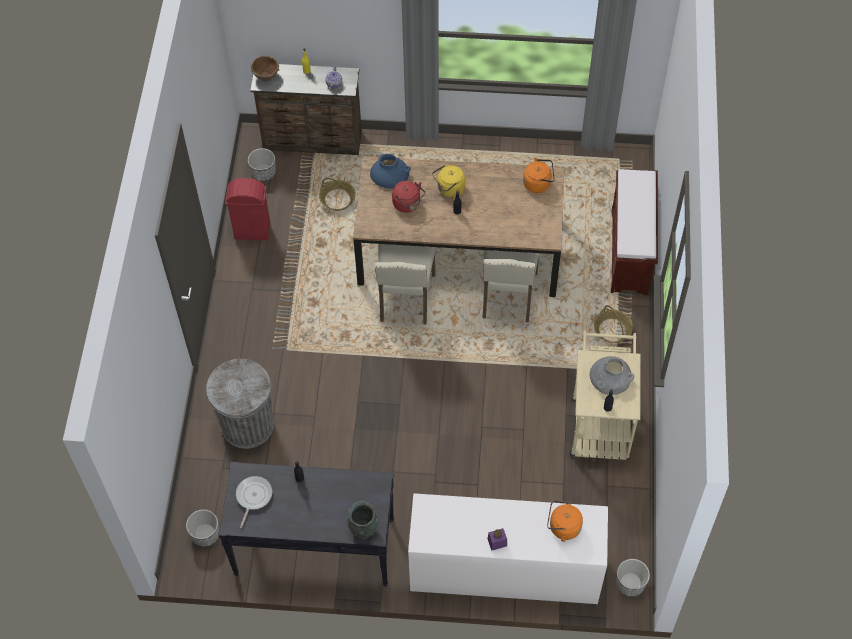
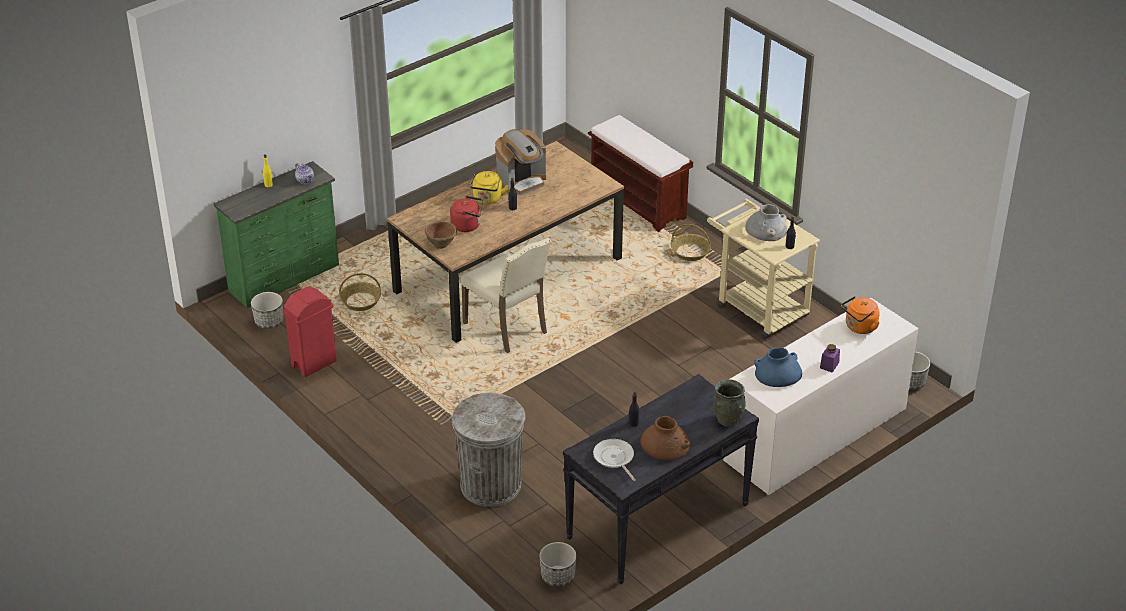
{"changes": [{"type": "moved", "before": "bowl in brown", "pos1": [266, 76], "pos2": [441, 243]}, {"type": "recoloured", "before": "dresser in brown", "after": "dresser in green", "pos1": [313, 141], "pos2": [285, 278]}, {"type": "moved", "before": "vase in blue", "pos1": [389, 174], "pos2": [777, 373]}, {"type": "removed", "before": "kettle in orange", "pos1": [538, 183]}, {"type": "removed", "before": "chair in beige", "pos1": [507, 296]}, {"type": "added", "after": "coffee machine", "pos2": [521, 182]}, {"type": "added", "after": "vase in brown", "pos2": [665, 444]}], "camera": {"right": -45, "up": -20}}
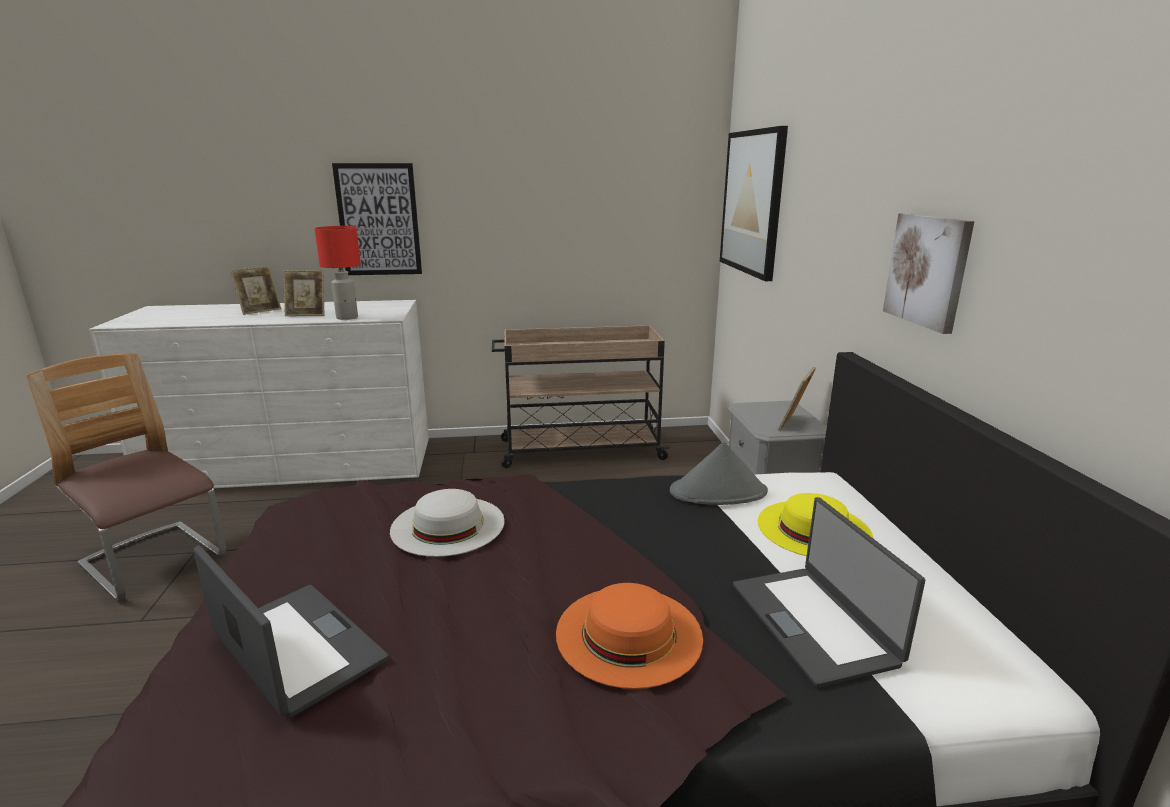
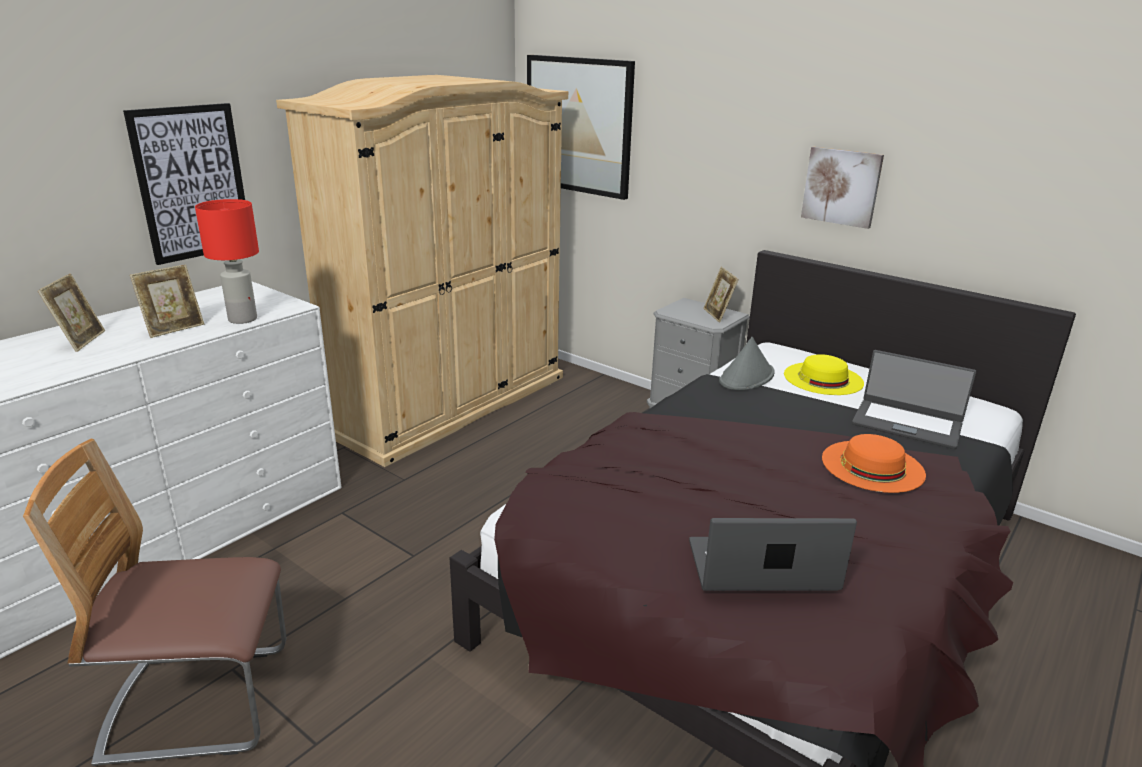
{"changes": [{"type": "replaced", "before": "cart in beige", "after": "wardrobe in beige", "pos1": [579, 450], "pos2": [450, 403]}, {"type": "removed", "before": "hat in white", "pos1": [448, 525]}], "camera": {"right": -45, "up": 5}}
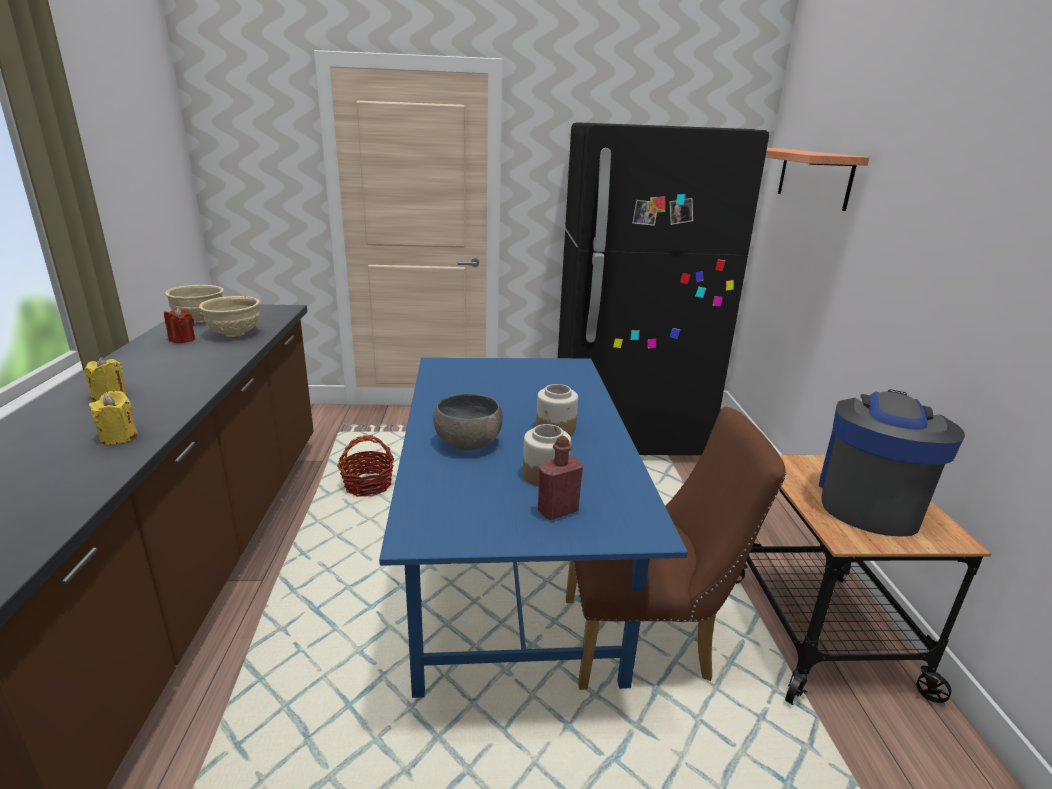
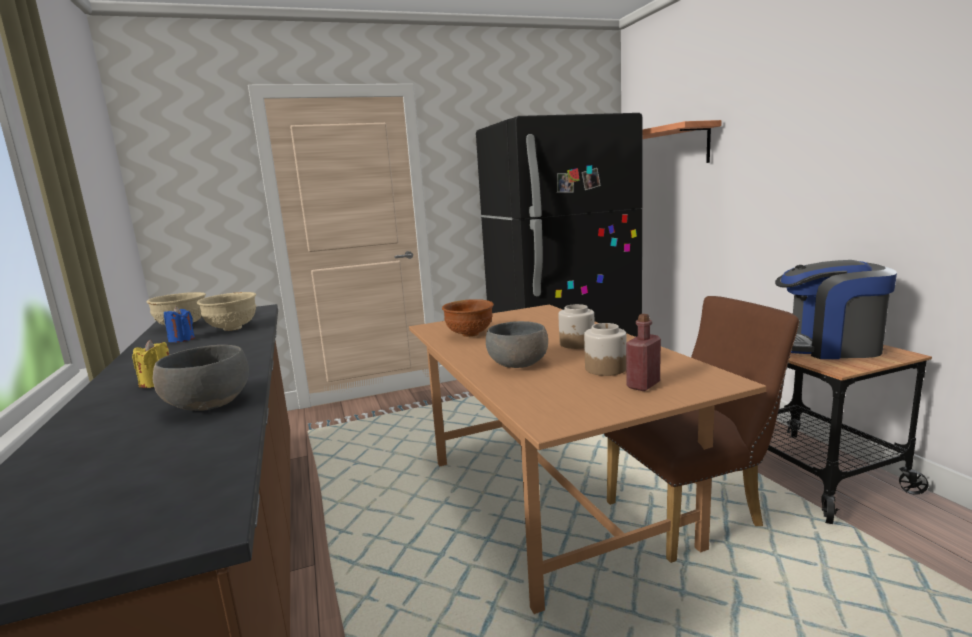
{"changes": [{"type": "recoloured", "before": "candle in red", "after": "candle in blue", "pos1": [182, 339], "pos2": [182, 339]}, {"type": "recoloured", "before": "dining table in blue", "after": "dining table in brown", "pos1": [514, 582], "pos2": [554, 501]}, {"type": "turned", "before": "coffee machine", "pos1": [869, 501], "pos2": [827, 347], "turn": -90}, {"type": "replaced", "before": "candle in yellow", "after": "bowl in grey", "pos1": [119, 437], "pos2": [208, 404]}, {"type": "removed", "before": "basket", "pos1": [368, 485]}, {"type": "added", "after": "bowl in brown", "pos2": [469, 334]}], "camera": {"right": -15, "up": -10}}
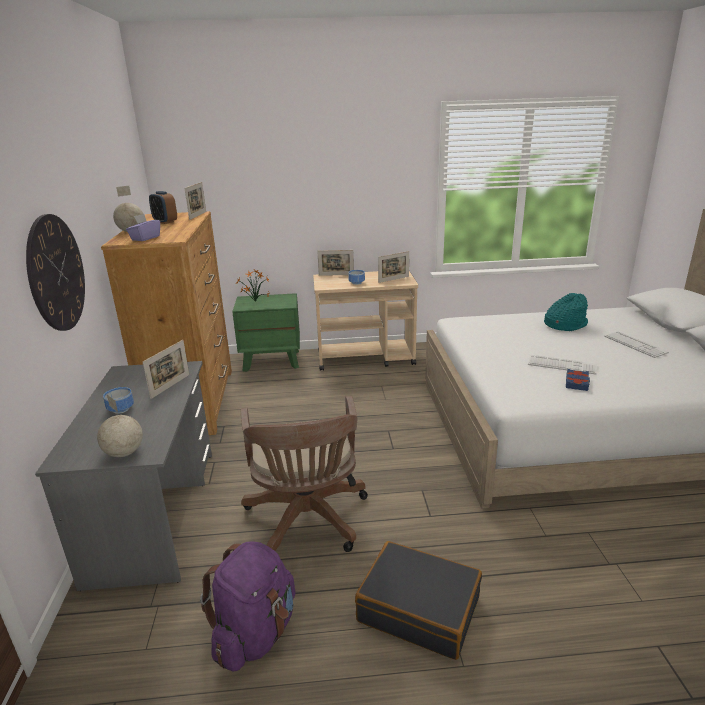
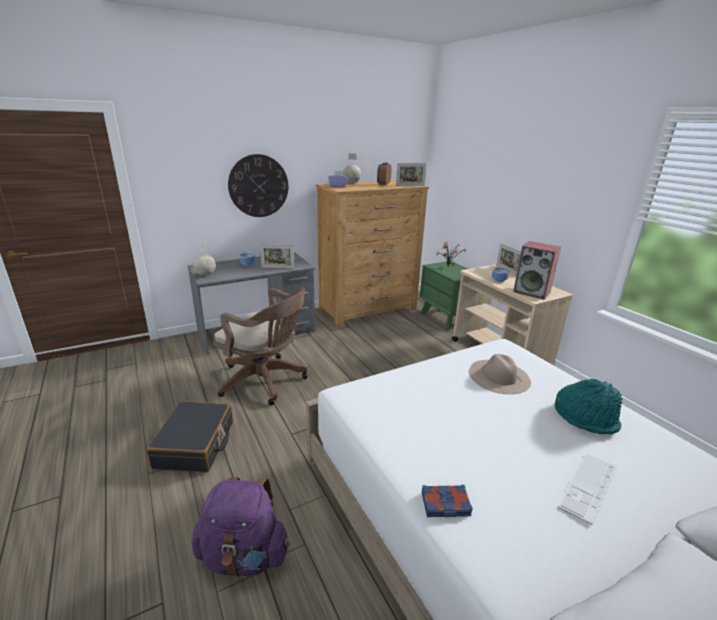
{"changes": [{"type": "replaced", "before": "picture frame", "after": "speaker", "pos1": [393, 279], "pos2": [532, 292]}, {"type": "removed", "before": "keyboard", "pos1": [561, 365]}, {"type": "moved", "before": "book in blue", "pos1": [577, 383], "pos2": [445, 505]}, {"type": "turned", "before": "office chair in brown", "pos1": [307, 522], "pos2": [266, 381], "turn": -120}, {"type": "moved", "before": "backpack in purple", "pos1": [256, 633], "pos2": [244, 556]}, {"type": "added", "after": "hat in beige", "pos2": [498, 376]}], "camera": {"right": 65, "up": 0}}
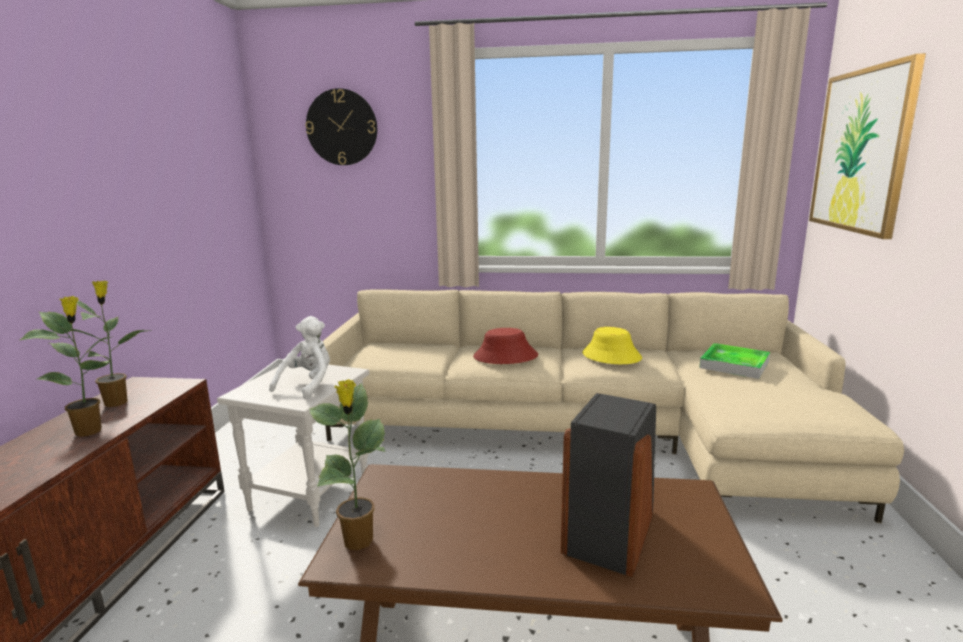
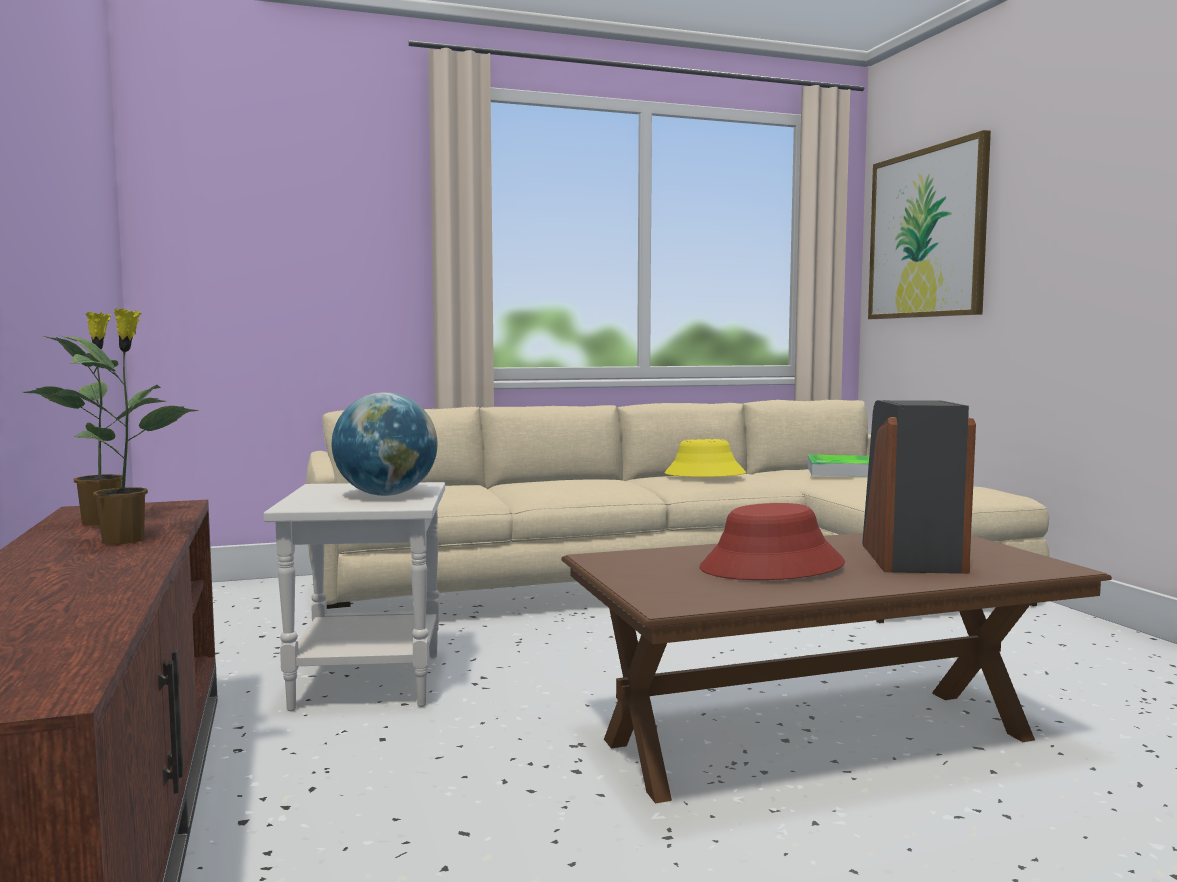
{"changes": [{"type": "removed", "before": "wall clock", "pos1": [342, 127]}, {"type": "replaced", "before": "plush toy in white", "after": "globe", "pos1": [308, 385], "pos2": [386, 495]}, {"type": "moved", "before": "hat in red", "pos1": [505, 356], "pos2": [772, 567]}, {"type": "removed", "before": "potted plant", "pos1": [358, 542]}], "camera": {"right": -25, "up": -10}}
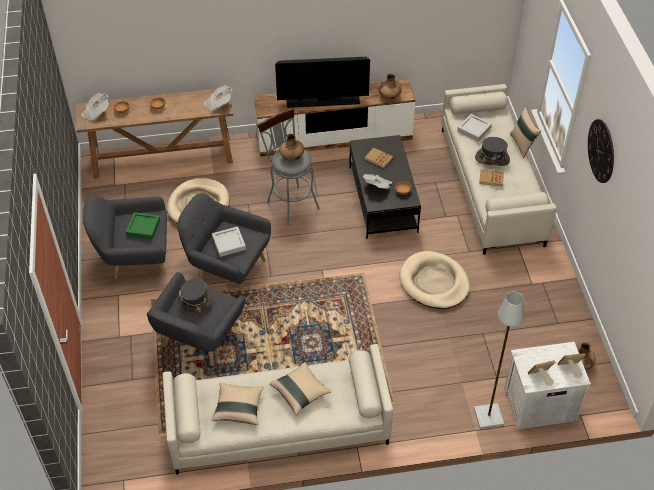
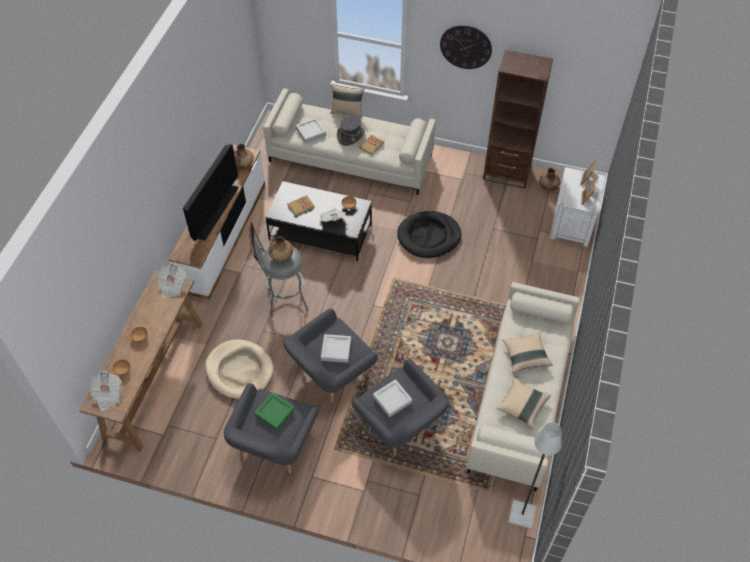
{"changes": [{"type": "recoloured", "before": "dog bed in beige", "after": "dog bed in black", "pos1": [434, 283], "pos2": [429, 236]}, {"type": "replaced", "before": "hat in grey", "after": "tray in grey", "pos1": [196, 303], "pos2": [392, 399]}, {"type": "moved", "before": "floor lamp in grey", "pos1": [488, 417], "pos2": [522, 515]}, {"type": "added", "after": "bookcase in brown", "pos2": [506, 173]}], "camera": {"right": -65, "up": 5}}
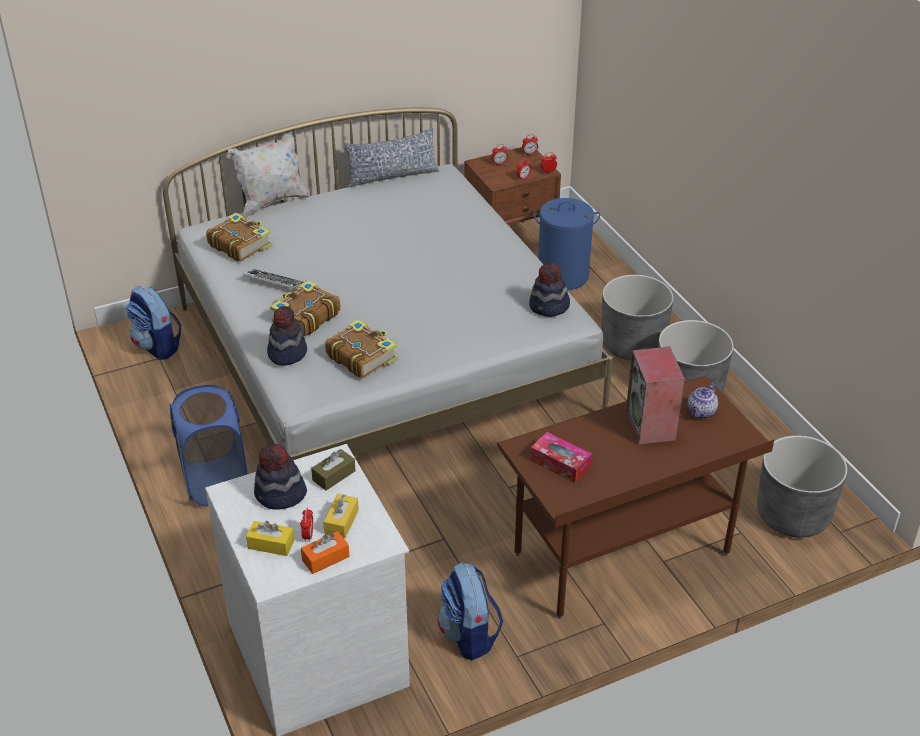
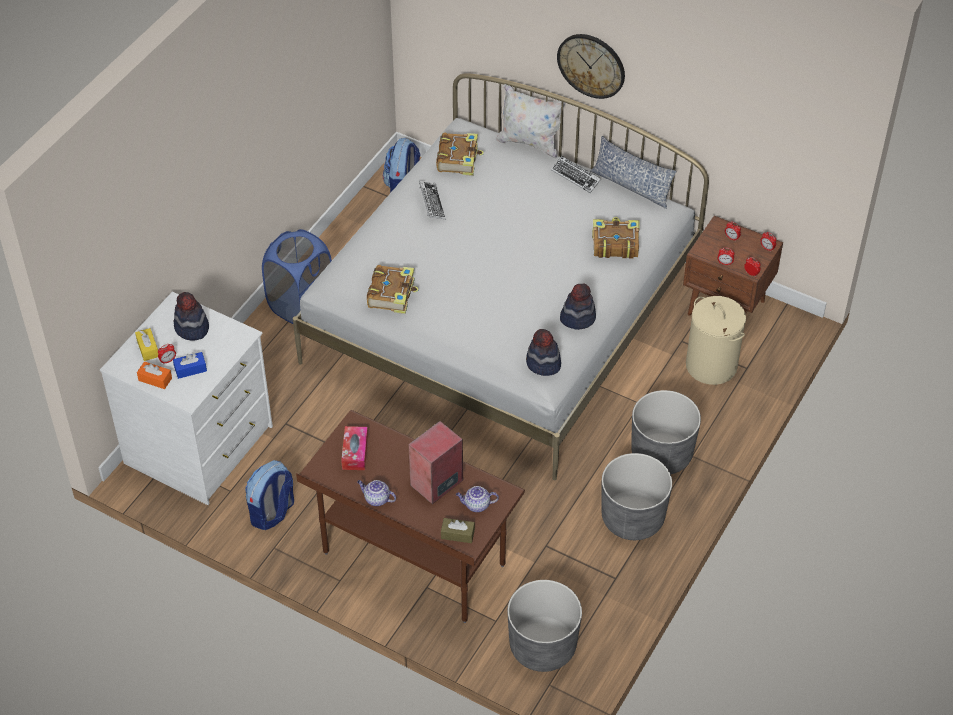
{"changes": [{"type": "recoloured", "before": "laundry basket in blue", "after": "laundry basket in beige", "pos1": [563, 276], "pos2": [711, 366]}, {"type": "moved", "before": "book", "pos1": [305, 317], "pos2": [614, 244]}, {"type": "moved", "before": "hat", "pos1": [287, 353], "pos2": [577, 318]}, {"type": "moved", "before": "tissue box in brown", "pos1": [334, 475], "pos2": [457, 534]}, {"type": "recoloured", "before": "tissue box in yellow", "after": "tissue box in blue", "pos1": [341, 522], "pos2": [190, 369]}, {"type": "added", "after": "wall clock", "pos2": [591, 65]}, {"type": "added", "after": "keyboard", "pos2": [576, 177]}, {"type": "added", "after": "teapot", "pos2": [376, 499]}], "camera": {"right": 55, "up": 10}}
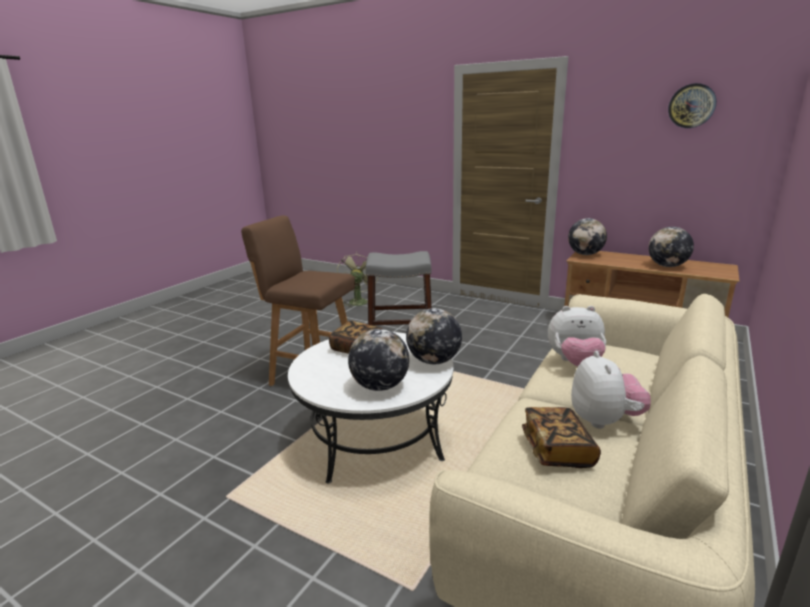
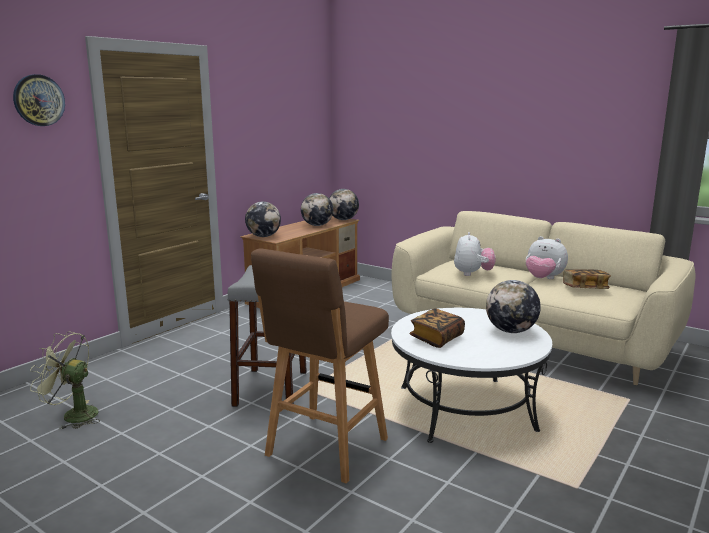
{"changes": [{"type": "moved", "before": "wall clock", "pos1": [691, 106], "pos2": [38, 100]}, {"type": "moved", "before": "globe", "pos1": [434, 361], "pos2": [343, 219]}, {"type": "turned", "before": "plush toy", "pos1": [604, 421], "pos2": [543, 279], "turn": -150}], "camera": {"right": -85, "up": -5}}
